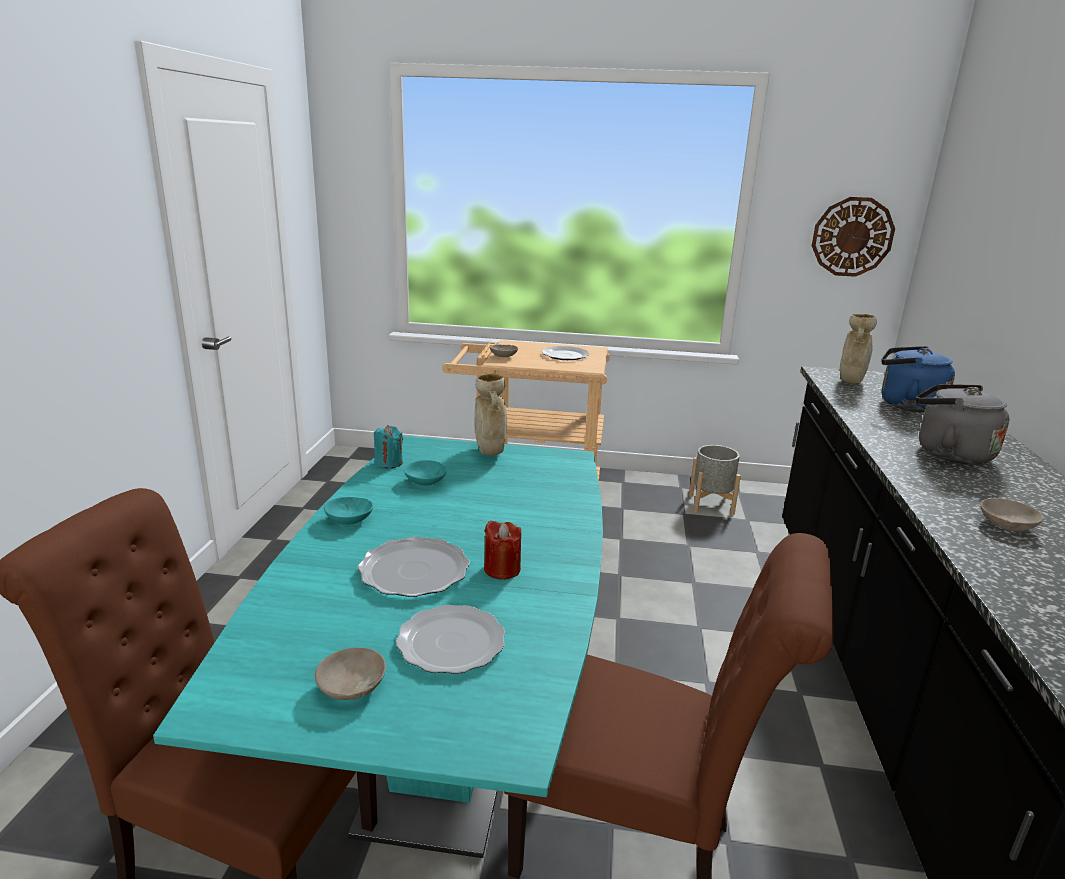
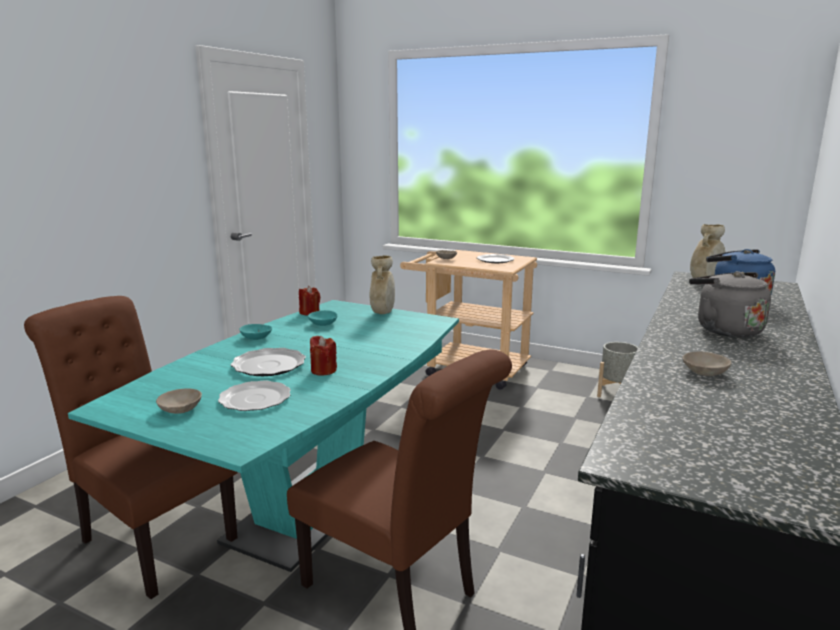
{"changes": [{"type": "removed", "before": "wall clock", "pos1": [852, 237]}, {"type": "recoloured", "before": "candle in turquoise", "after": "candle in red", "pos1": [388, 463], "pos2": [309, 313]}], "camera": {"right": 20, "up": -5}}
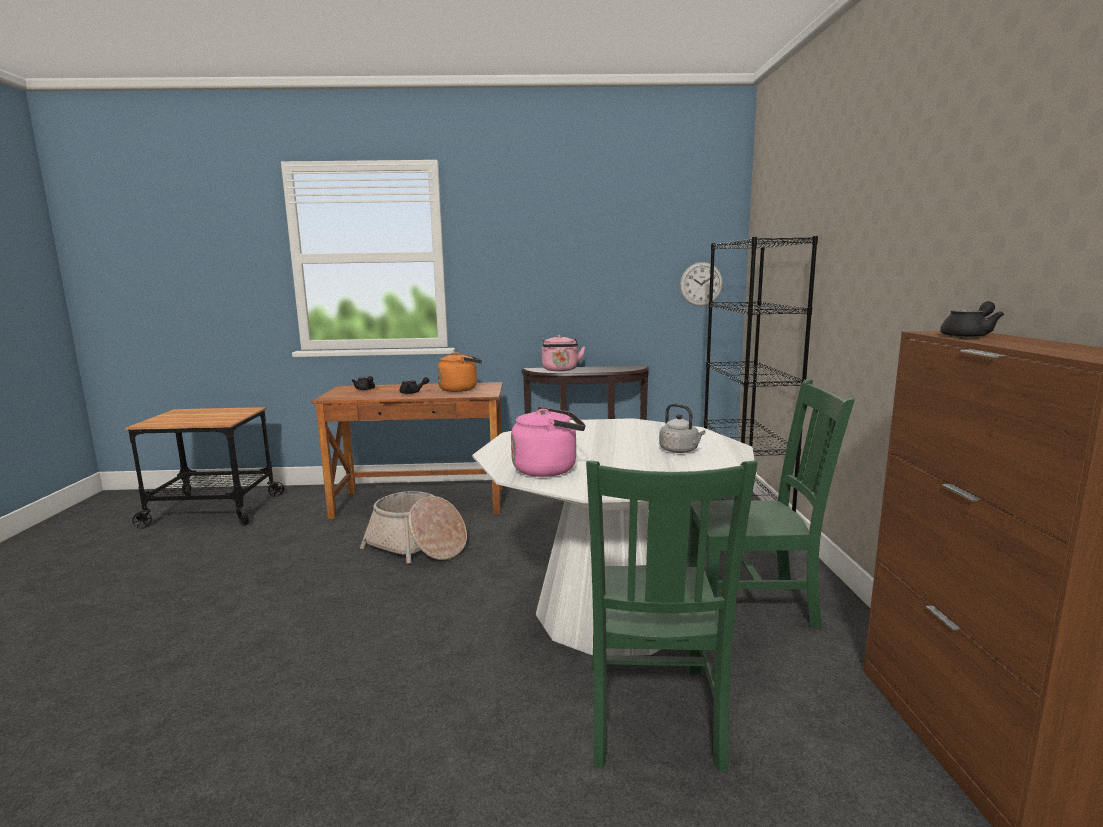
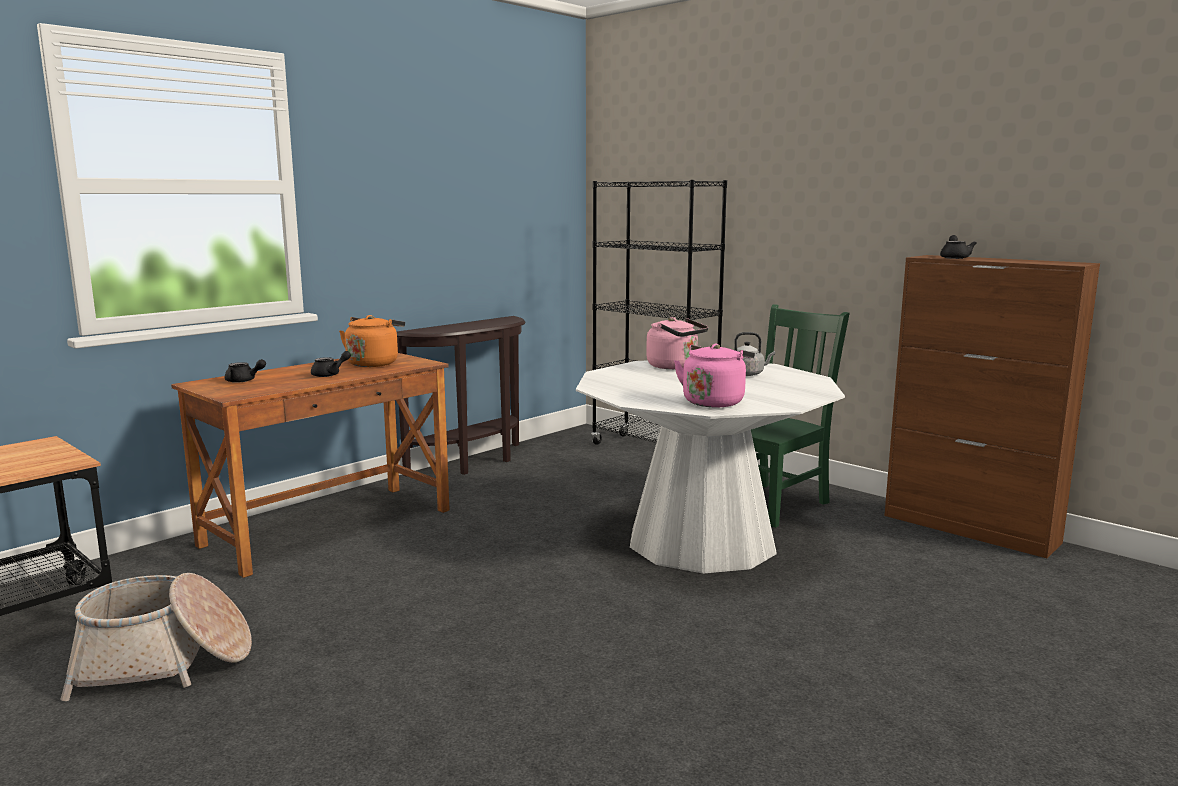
{"changes": [{"type": "removed", "before": "wall clock", "pos1": [701, 284]}, {"type": "moved", "before": "kettle in pink", "pos1": [560, 370], "pos2": [675, 367]}, {"type": "removed", "before": "chair in green", "pos1": [652, 718]}, {"type": "moved", "before": "basket", "pos1": [417, 546], "pos2": [164, 662]}], "camera": {"right": -45, "up": 0}}
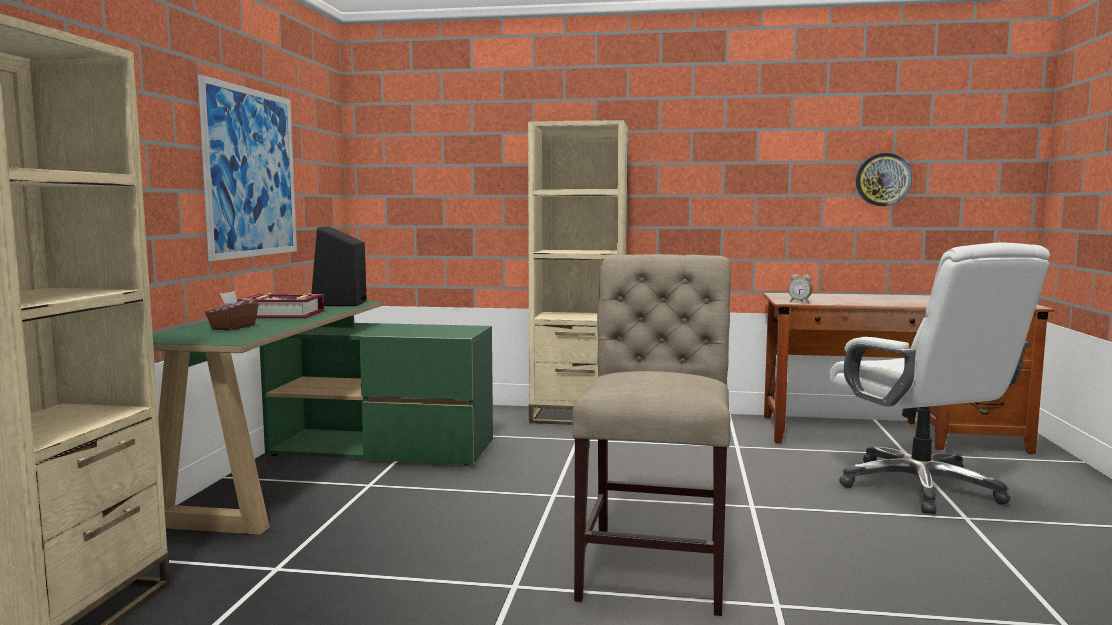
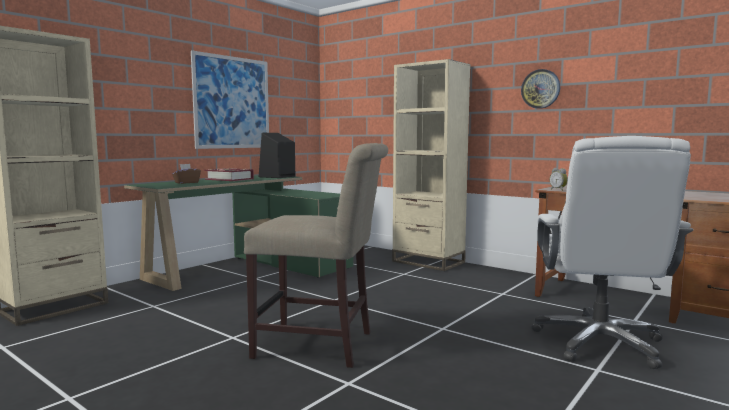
{"changes": [{"type": "moved", "before": "wall clock", "pos1": [883, 179], "pos2": [540, 89]}, {"type": "turned", "before": "chair in beige", "pos1": [656, 565], "pos2": [321, 345], "turn": 60}], "camera": {"right": 30, "up": 0}}
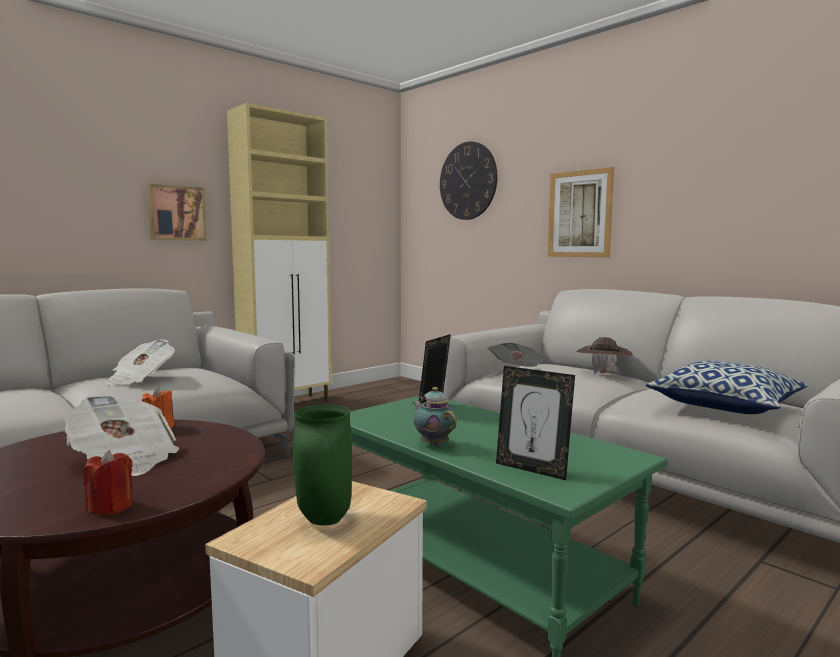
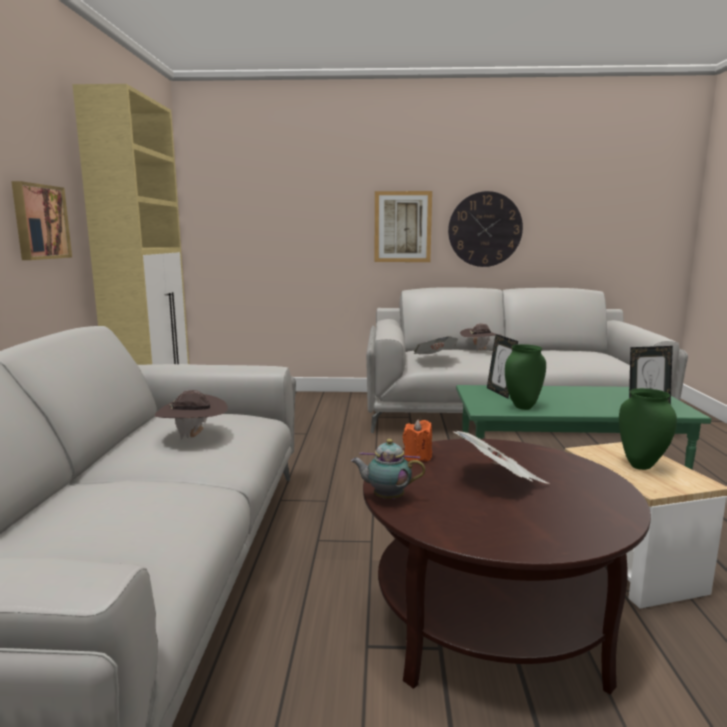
{"changes": [{"type": "moved", "before": "wall clock", "pos1": [468, 181], "pos2": [485, 229]}, {"type": "replaced", "before": "newspaper", "after": "hat in brown", "pos1": [140, 379], "pos2": [194, 437]}, {"type": "removed", "before": "pillow", "pos1": [725, 406]}, {"type": "moved", "before": "teapot", "pos1": [433, 444], "pos2": [386, 498]}, {"type": "removed", "before": "candle in red", "pos1": [111, 507]}, {"type": "added", "after": "vase in green", "pos2": [522, 407]}], "camera": {"right": -45, "up": 5}}
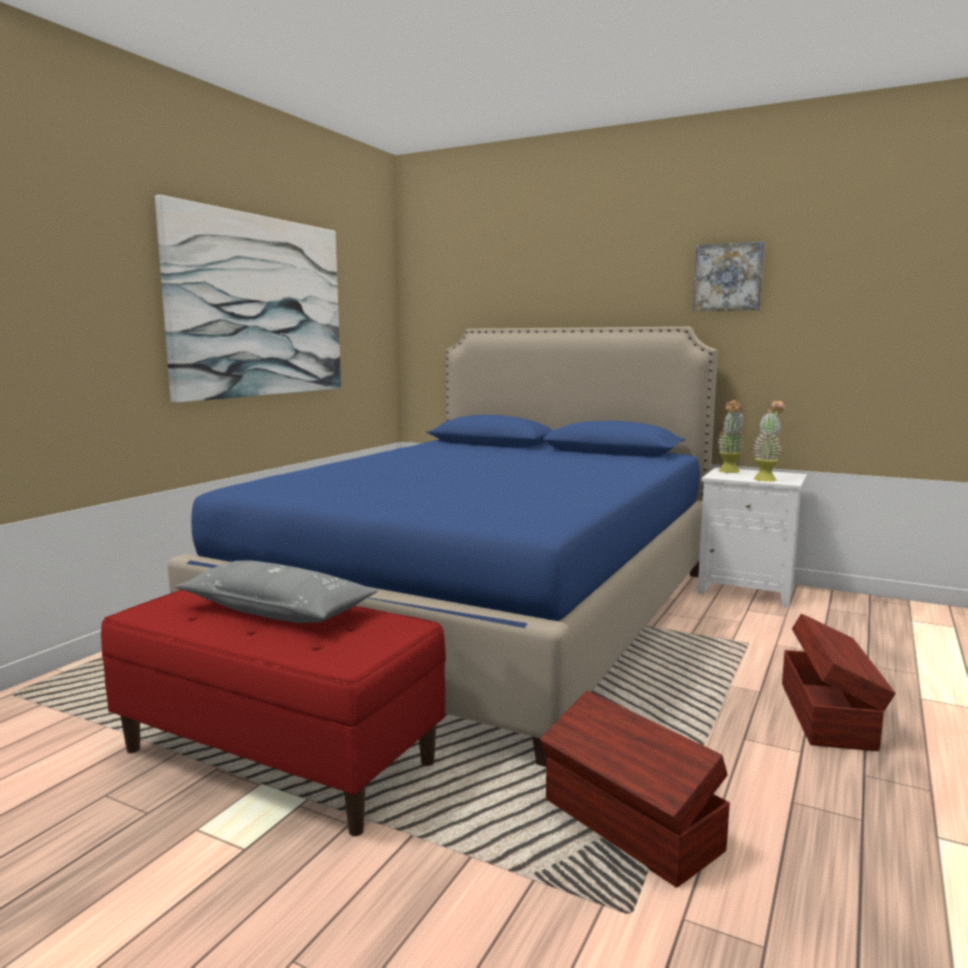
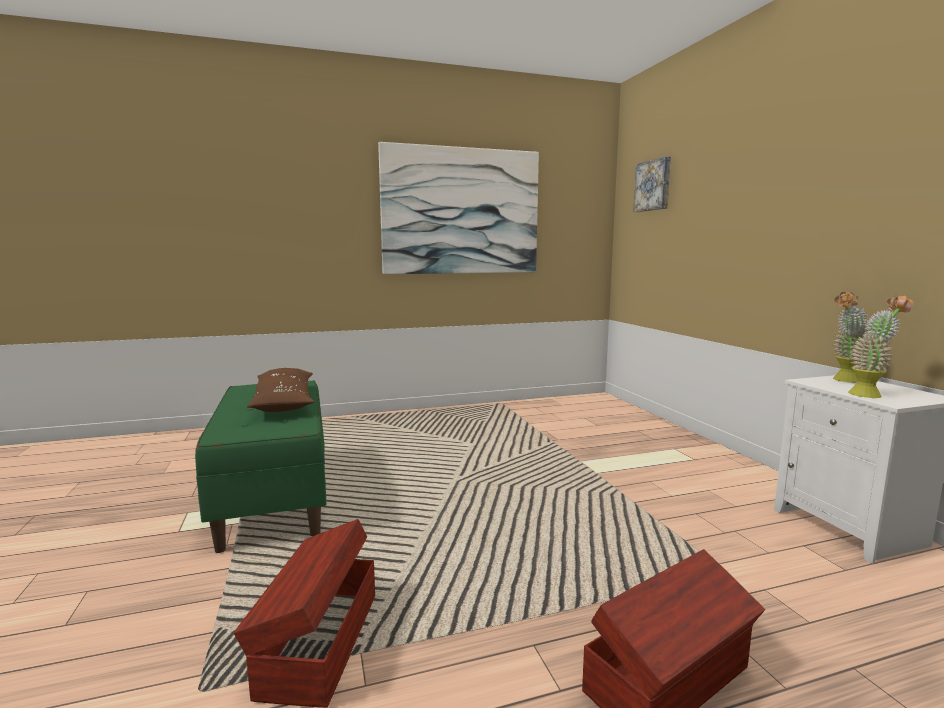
{"changes": [{"type": "moved", "before": "picture", "pos1": [728, 277], "pos2": [653, 185]}, {"type": "removed", "before": "bed in blue", "pos1": [485, 613]}, {"type": "recoloured", "before": "pillow in grey", "after": "pillow in brown", "pos1": [277, 610], "pos2": [284, 402]}, {"type": "recoloured", "before": "bench in red", "after": "bench in green", "pos1": [279, 756], "pos2": [275, 496]}], "camera": {"right": 45, "up": 0}}
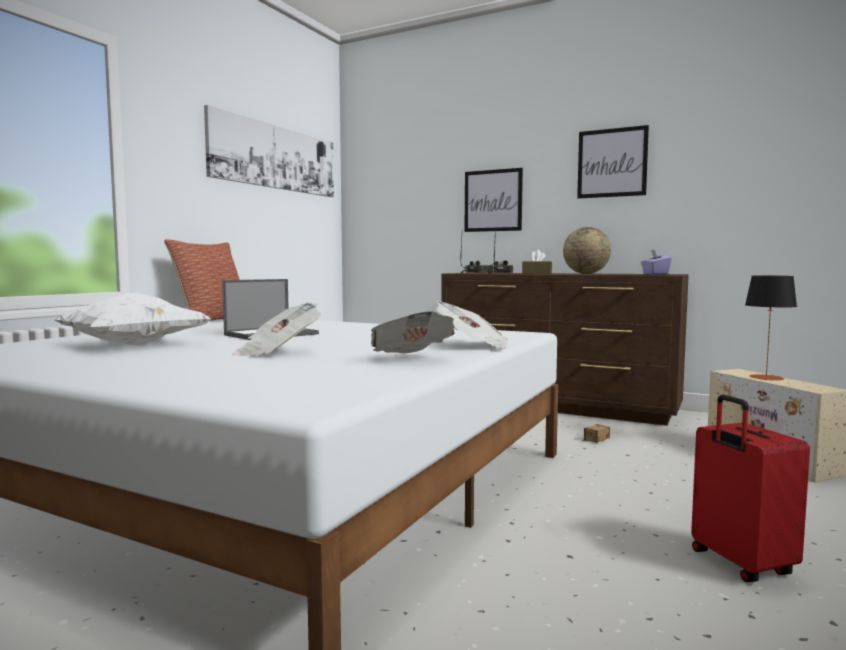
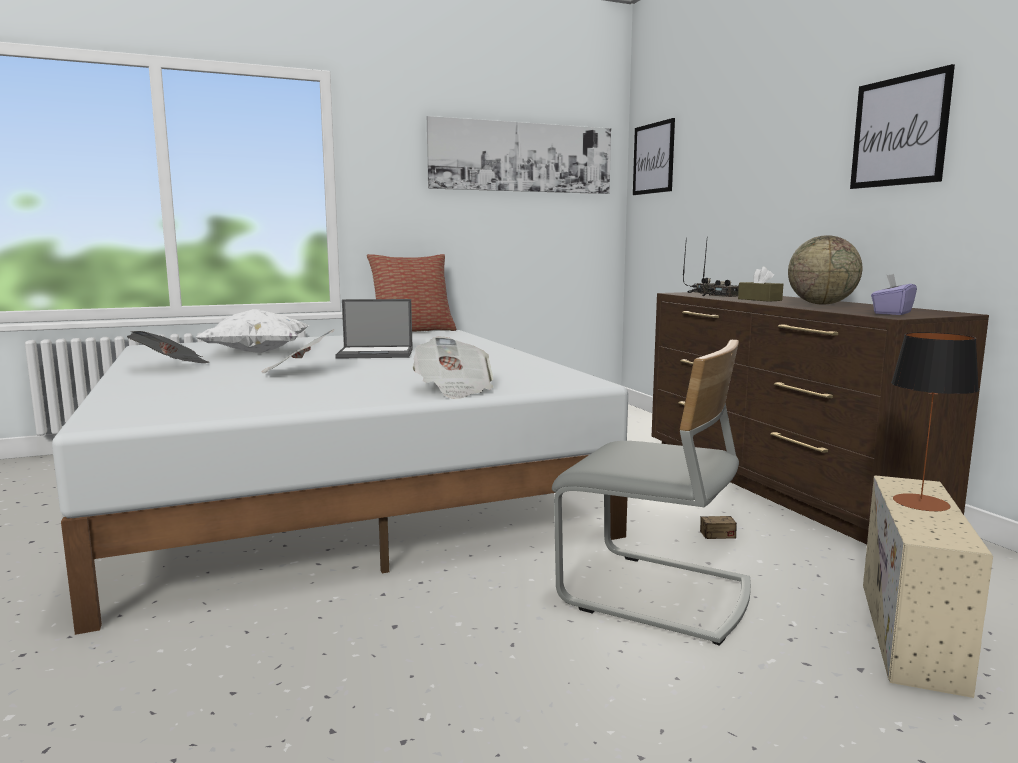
{"changes": [{"type": "moved", "before": "picture", "pos1": [493, 200], "pos2": [653, 158]}, {"type": "moved", "before": "newspaper", "pos1": [412, 359], "pos2": [172, 368]}, {"type": "removed", "before": "suitcase in red", "pos1": [739, 564]}, {"type": "added", "after": "chair in grey", "pos2": [655, 594]}], "camera": {"right": 40, "up": 5}}
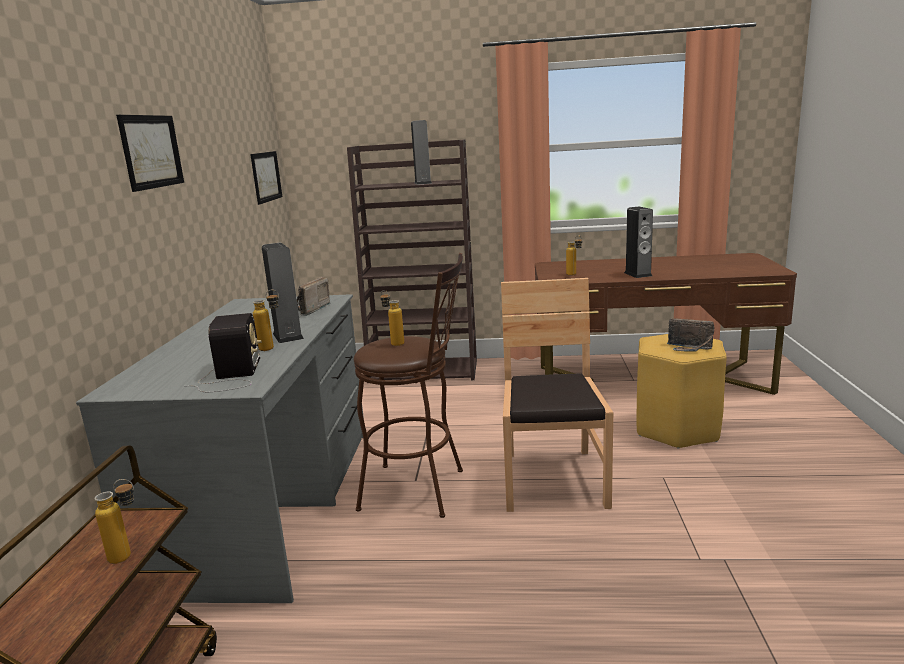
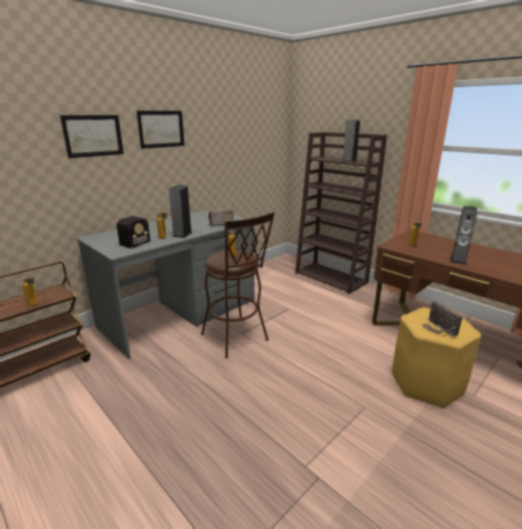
{"changes": [{"type": "moved", "before": "picture", "pos1": [266, 176], "pos2": [93, 135]}, {"type": "removed", "before": "chair in brown", "pos1": [552, 479]}], "camera": {"right": 40, "up": 5}}
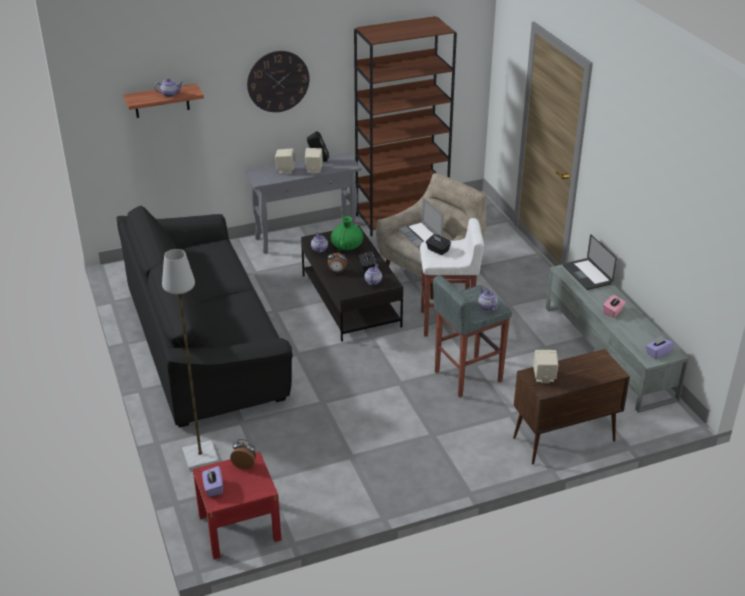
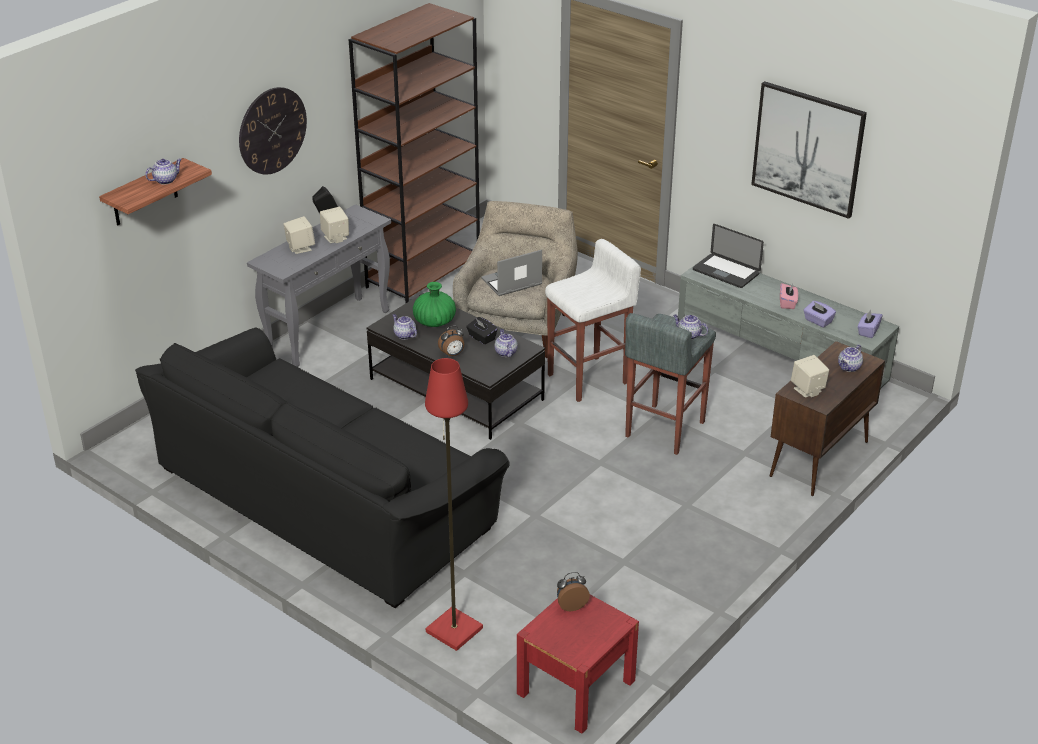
{"changes": [{"type": "turned", "before": "laptop", "pos1": [421, 236], "pos2": [511, 283], "turn": 120}, {"type": "removed", "before": "tissue box in black", "pos1": [437, 250]}, {"type": "recoloured", "before": "floor lamp in grey", "after": "floor lamp in red", "pos1": [199, 456], "pos2": [453, 630]}, {"type": "moved", "before": "tissue box in purple", "pos1": [213, 488], "pos2": [818, 321]}, {"type": "added", "after": "picture", "pos2": [808, 149]}, {"type": "added", "after": "teapot", "pos2": [849, 368]}], "camera": {"right": -30, "up": 0}}
